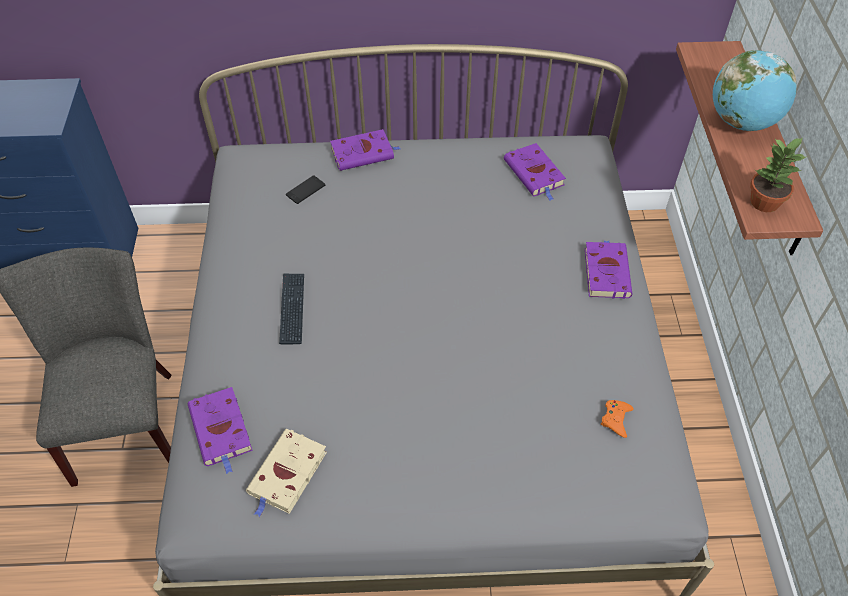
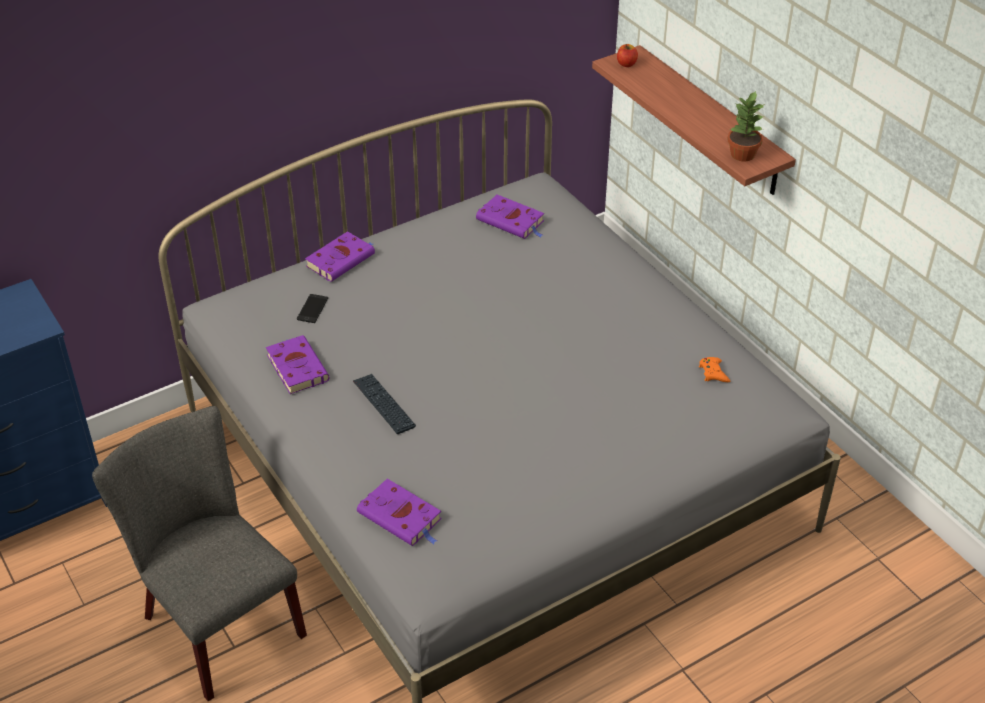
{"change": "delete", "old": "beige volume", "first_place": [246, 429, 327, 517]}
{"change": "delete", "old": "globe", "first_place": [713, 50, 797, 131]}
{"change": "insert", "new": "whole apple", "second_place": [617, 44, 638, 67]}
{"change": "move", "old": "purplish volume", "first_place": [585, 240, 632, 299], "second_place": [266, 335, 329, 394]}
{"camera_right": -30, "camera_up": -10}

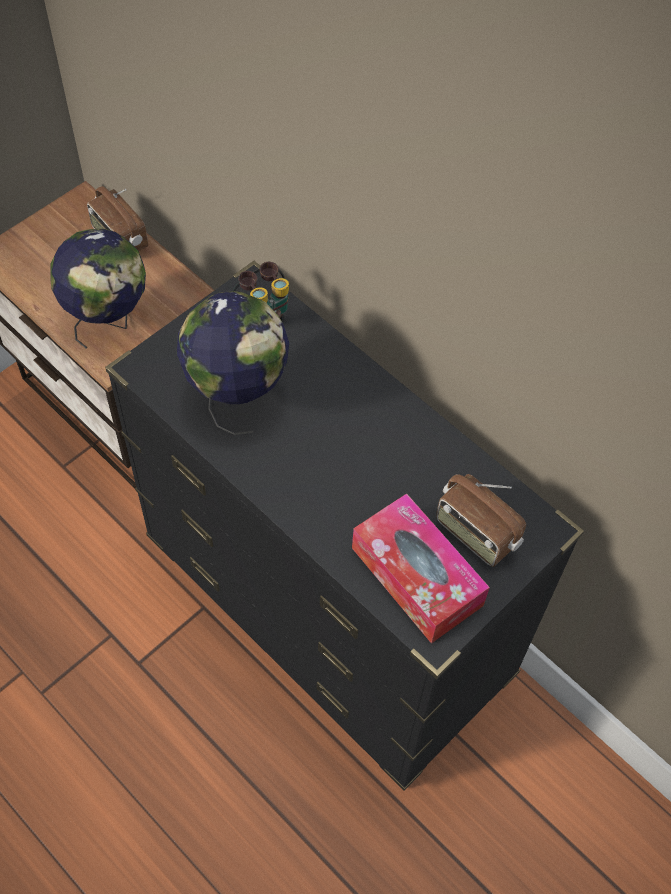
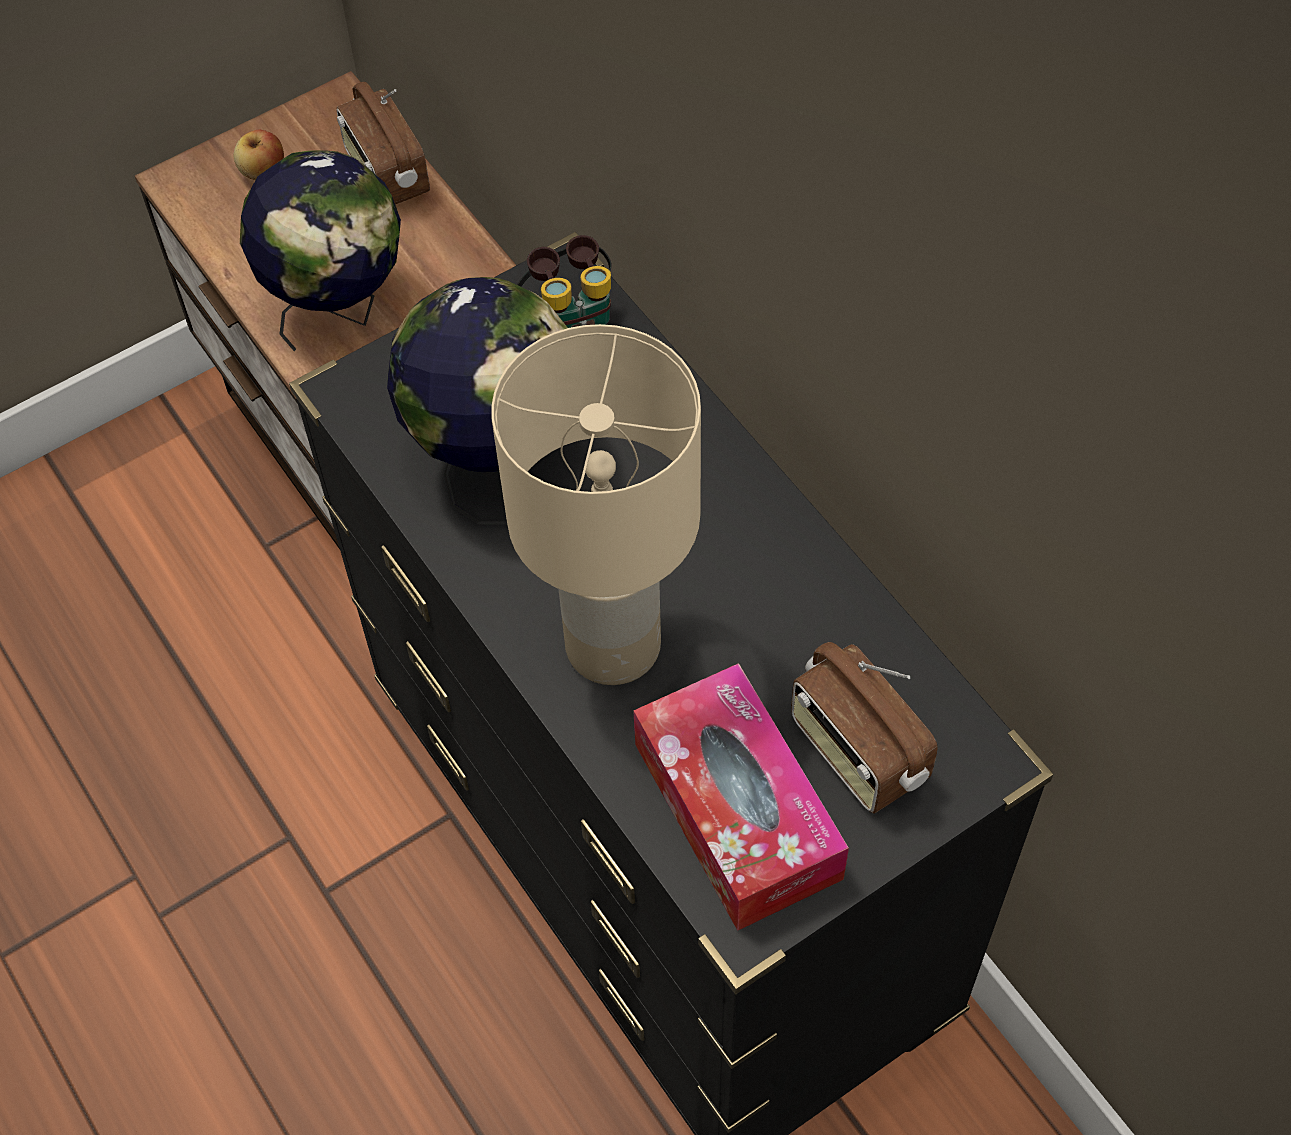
{"change": "insert", "new": "whole apple", "second_place": [234, 130, 284, 180]}
{"change": "insert", "new": "beige lamp for a table", "second_place": [491, 324, 701, 685]}
{"camera_right": 15, "camera_up": 0}

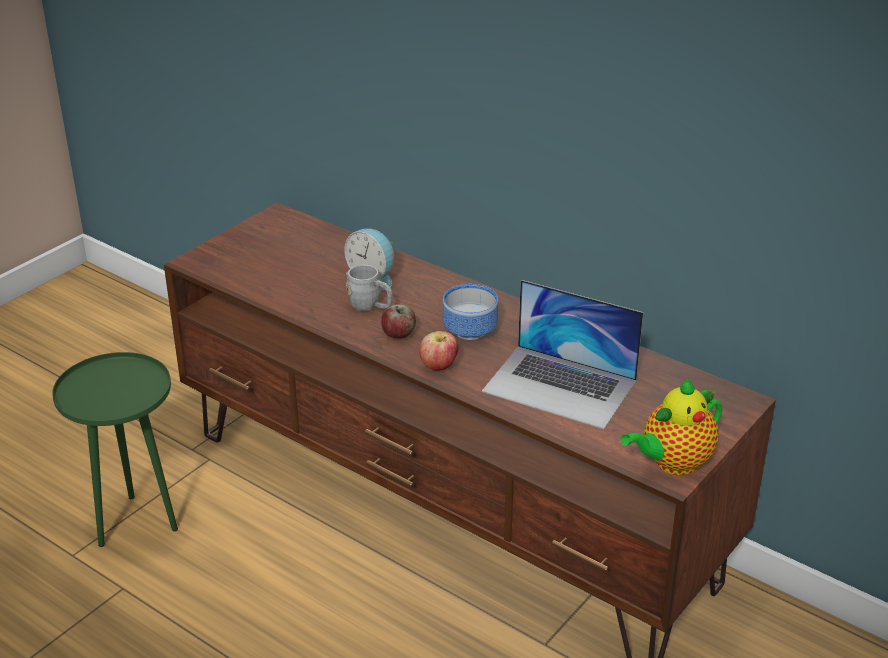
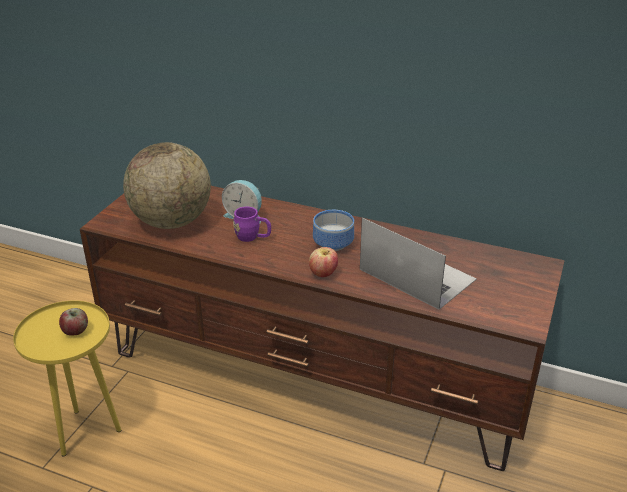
{"change": "delete", "old": "teapot", "first_place": [621, 379, 722, 475]}
{"change": "insert", "new": "globe", "second_place": [123, 142, 211, 229]}
{"change": "move", "old": "whole apple", "first_place": [381, 304, 416, 339], "second_place": [59, 308, 88, 336]}
{"change": "recolor", "old": "green-coloured end table", "new": "yellowish end table", "first_place": [52, 352, 178, 547], "second_place": [13, 301, 121, 456]}
{"change": "recolor", "old": "greyish tea mug", "new": "purplish tea mug", "first_place": [346, 264, 393, 311], "second_place": [233, 207, 271, 242]}
{"change": "rotate", "old": "portable computer", "first_place": [482, 280, 643, 429], "second_place": [360, 218, 477, 310], "degrees": -150}
{"camera_right": -15, "camera_up": 0}

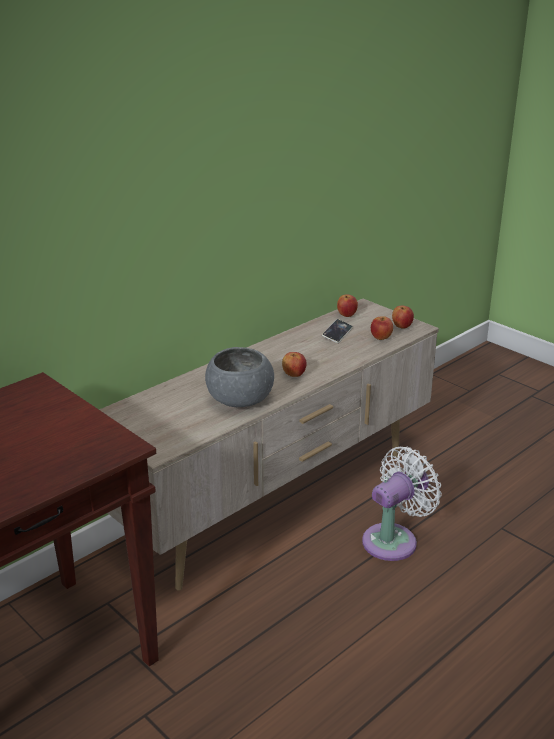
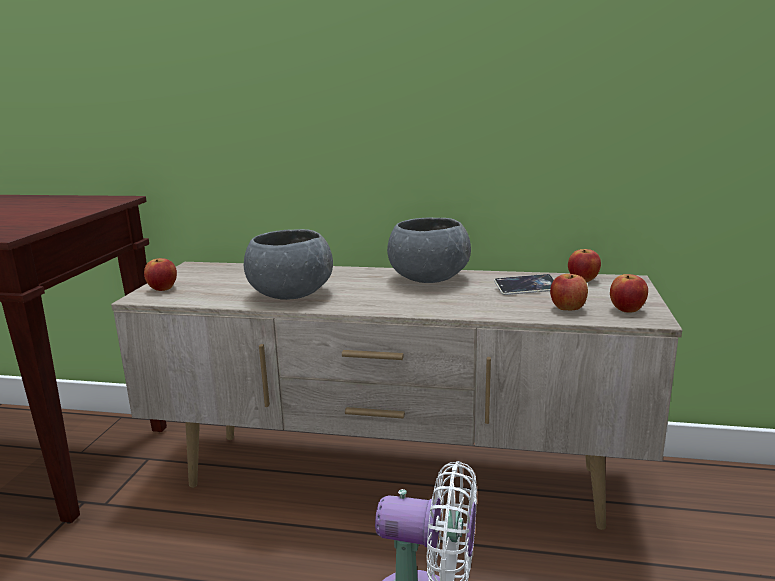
{"change": "insert", "new": "greyish serving bowl", "second_place": [387, 217, 471, 283]}
{"change": "move", "old": "whole apple", "first_place": [282, 352, 307, 377], "second_place": [144, 258, 177, 291]}
{"camera_right": 55, "camera_up": -10}

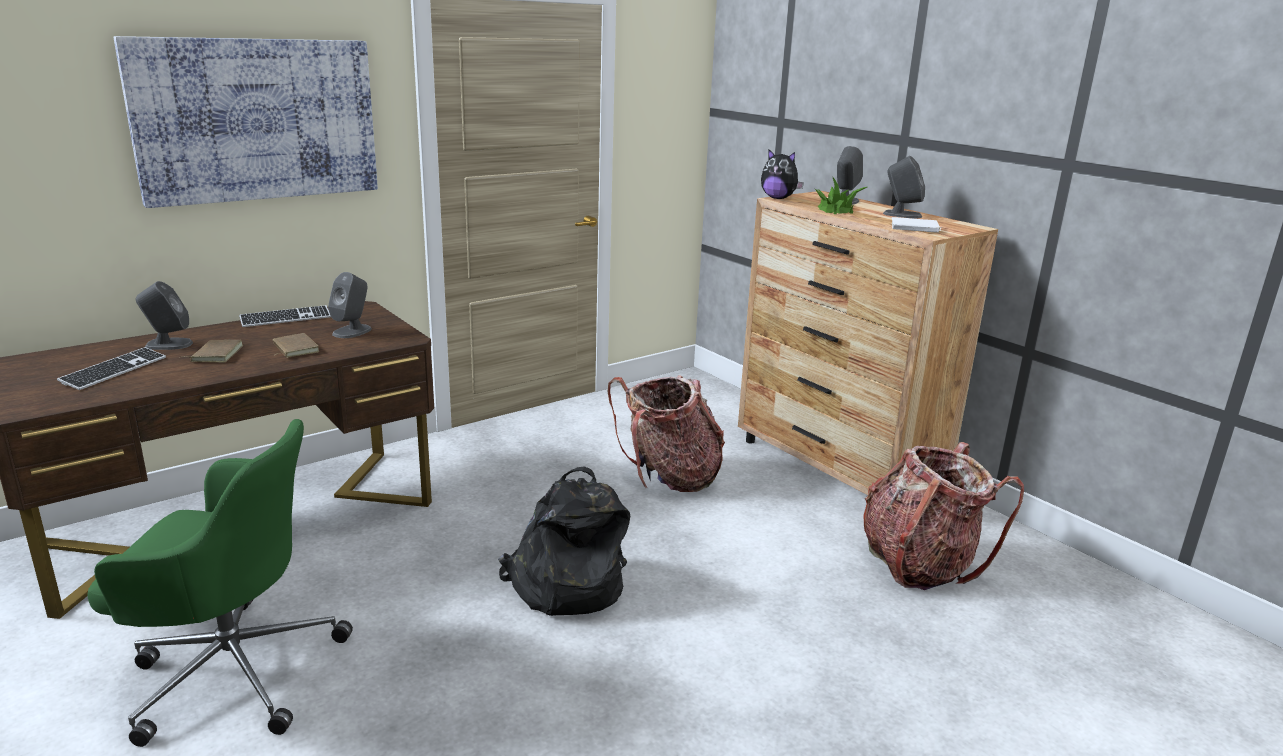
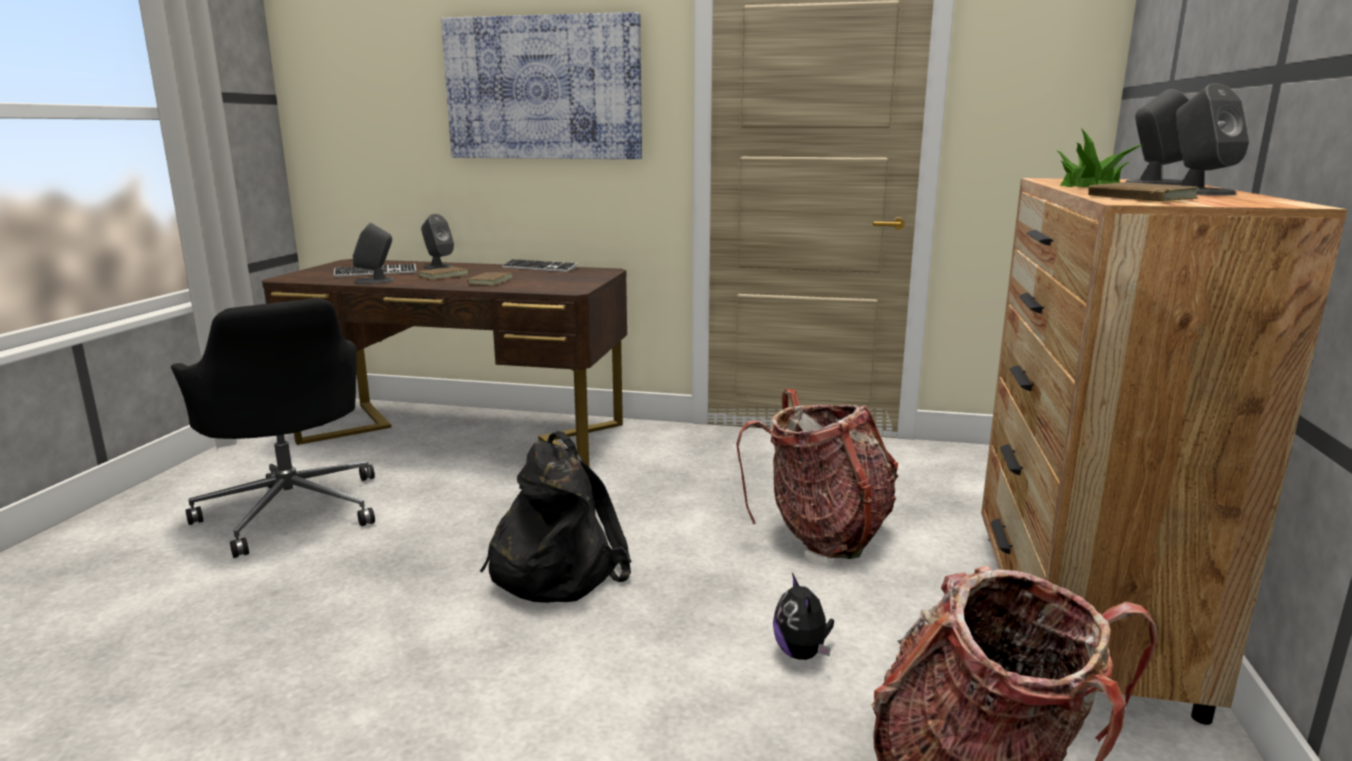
{"change": "move", "old": "greyish audio speaker", "first_place": [328, 272, 372, 338], "second_place": [353, 222, 395, 284]}
{"change": "move", "old": "soft toy", "first_place": [761, 150, 804, 199], "second_place": [773, 573, 834, 660]}
{"change": "recolor", "old": "green-coloured computer chair", "new": "black-coloured computer chair", "first_place": [87, 419, 353, 747], "second_place": [171, 298, 375, 558]}
{"change": "recolor", "old": "white volume", "new": "brownish volume", "first_place": [892, 217, 942, 233], "second_place": [1088, 182, 1199, 201]}
{"camera_right": 50, "camera_up": -5}

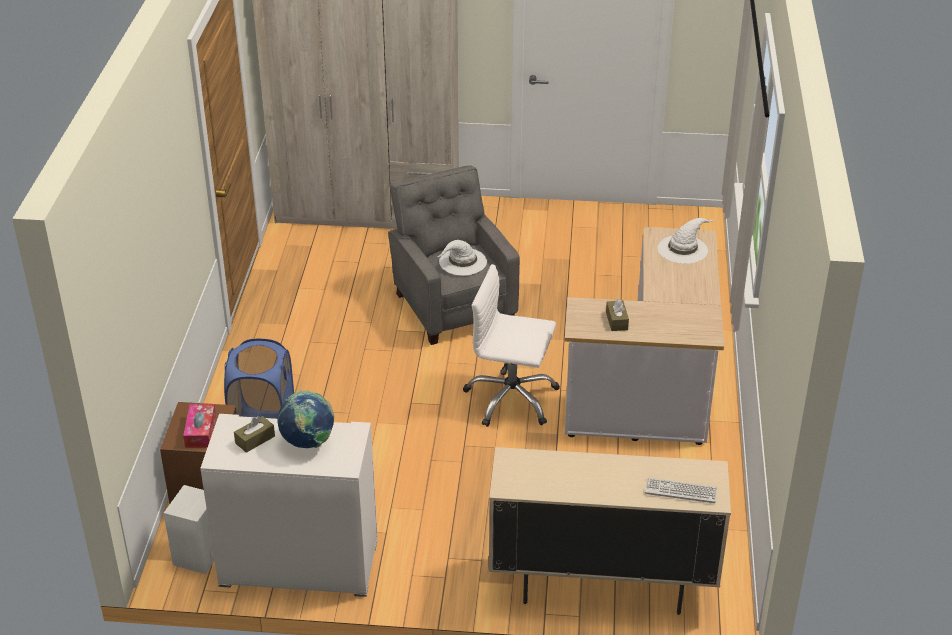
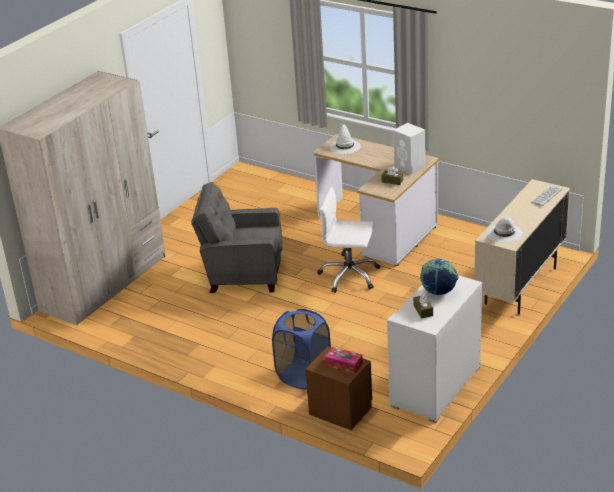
{"change": "move", "old": "white audio speaker", "first_place": [164, 485, 215, 574], "second_place": [393, 123, 426, 175]}
{"change": "move", "old": "white clothing hat", "first_place": [438, 240, 487, 275], "second_place": [486, 217, 523, 243]}
{"change": "rotate", "old": "white computer chair", "first_place": [463, 264, 560, 427], "second_place": [317, 187, 380, 293], "degrees": 60}
{"camera_right": -60, "camera_up": -5}

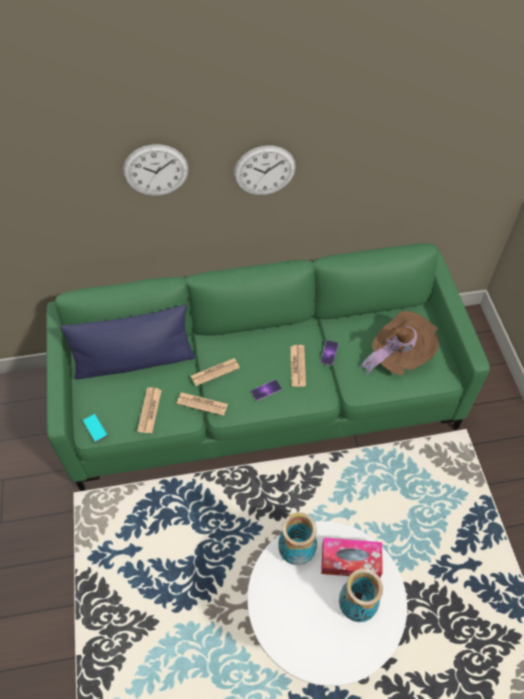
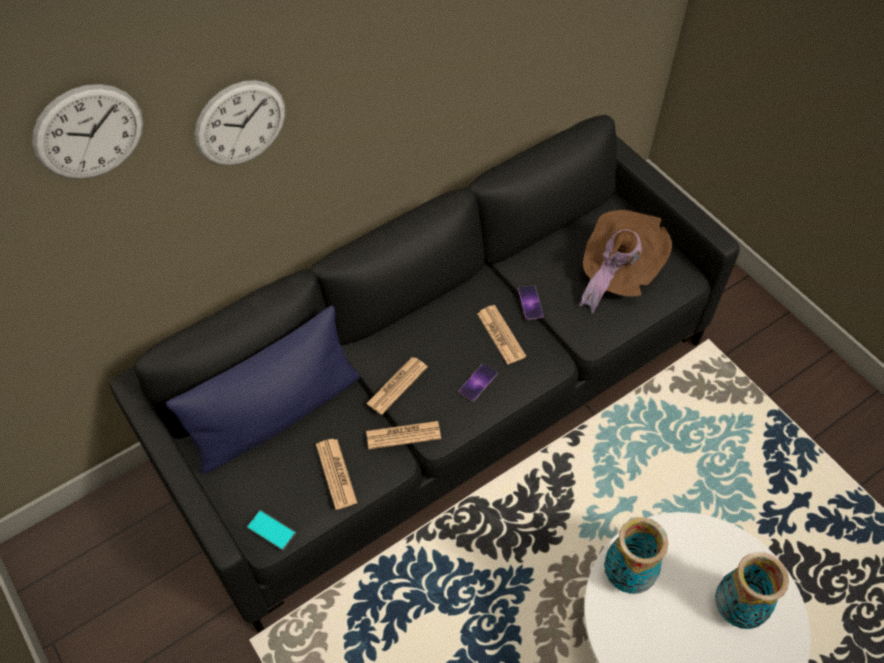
{"change": "delete", "old": "box of tissues", "first_place": [321, 537, 383, 577]}
{"change": "move", "old": "hanging clock", "first_place": [234, 146, 296, 195], "second_place": [32, 84, 143, 179]}
{"change": "recolor", "old": "green-coloured sofa", "new": "black-coloured sofa", "first_place": [46, 243, 490, 491], "second_place": [109, 115, 740, 633]}
{"camera_right": -25, "camera_up": 0}

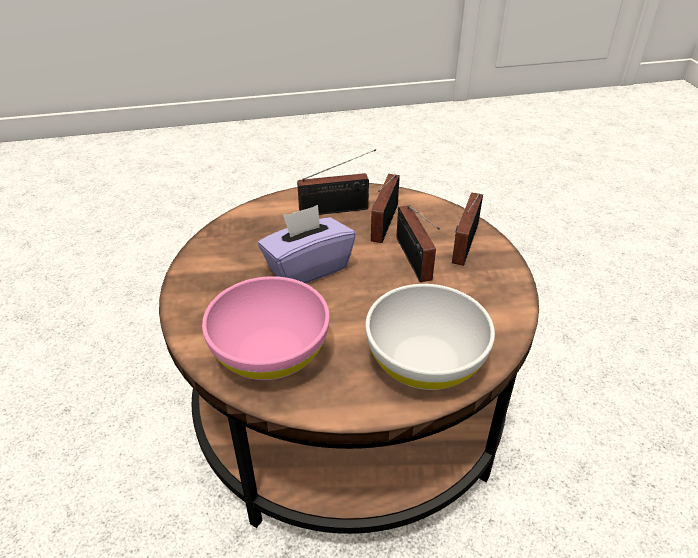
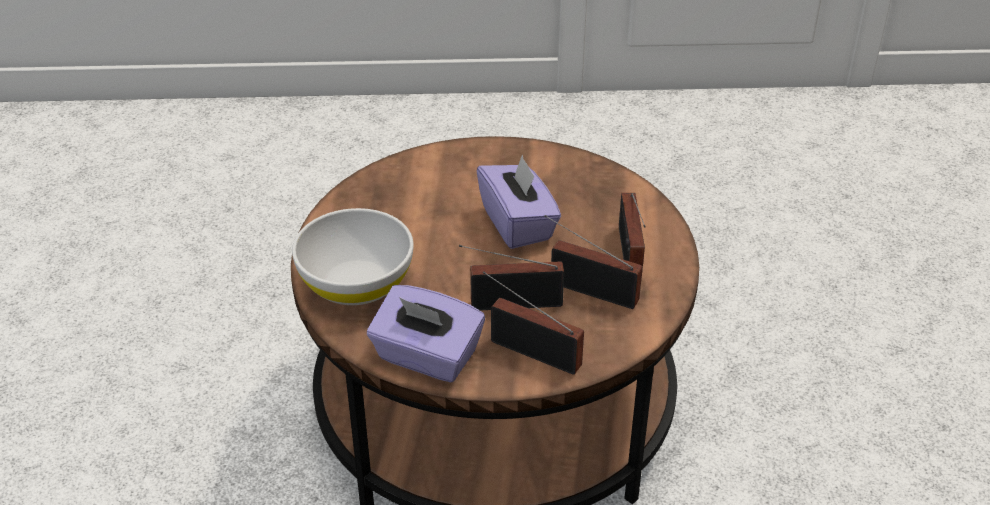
{"change": "delete", "old": "pink-coloured serving bowl", "first_place": [202, 276, 330, 380]}
{"change": "insert", "new": "purplish box of tissues", "second_place": [367, 285, 485, 382]}
{"camera_right": 100, "camera_up": 0}

